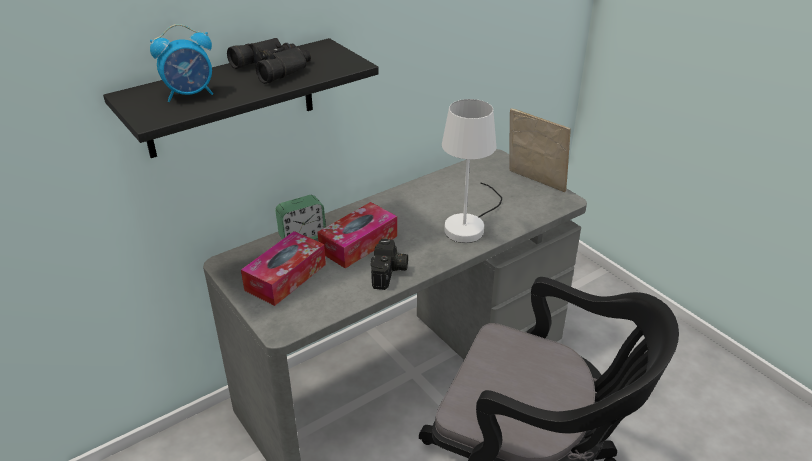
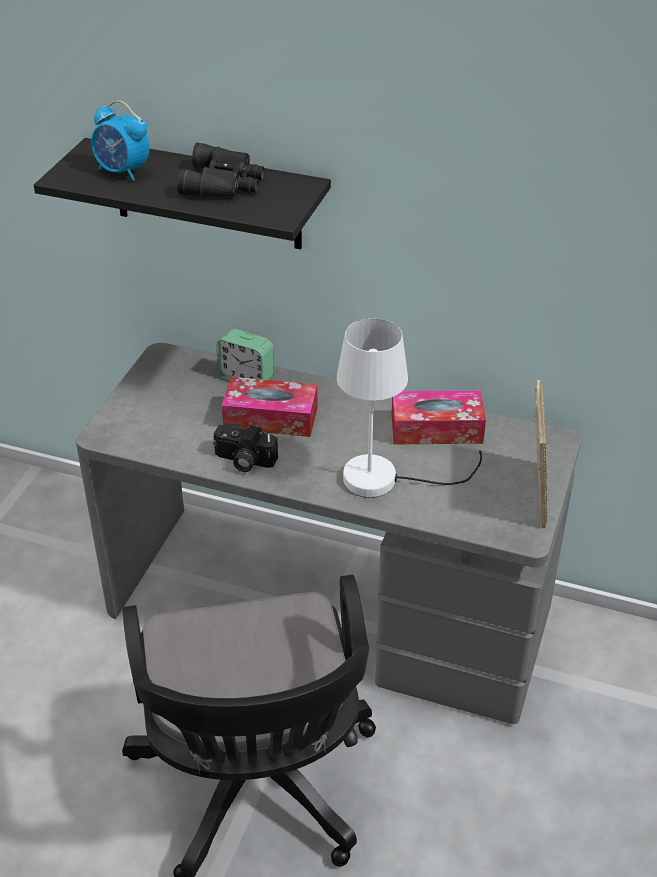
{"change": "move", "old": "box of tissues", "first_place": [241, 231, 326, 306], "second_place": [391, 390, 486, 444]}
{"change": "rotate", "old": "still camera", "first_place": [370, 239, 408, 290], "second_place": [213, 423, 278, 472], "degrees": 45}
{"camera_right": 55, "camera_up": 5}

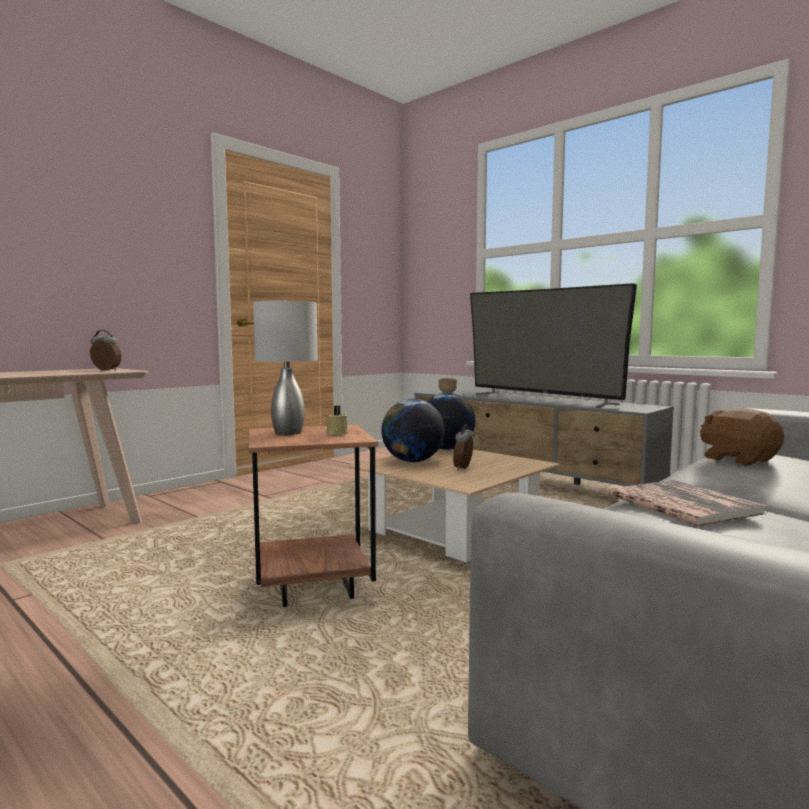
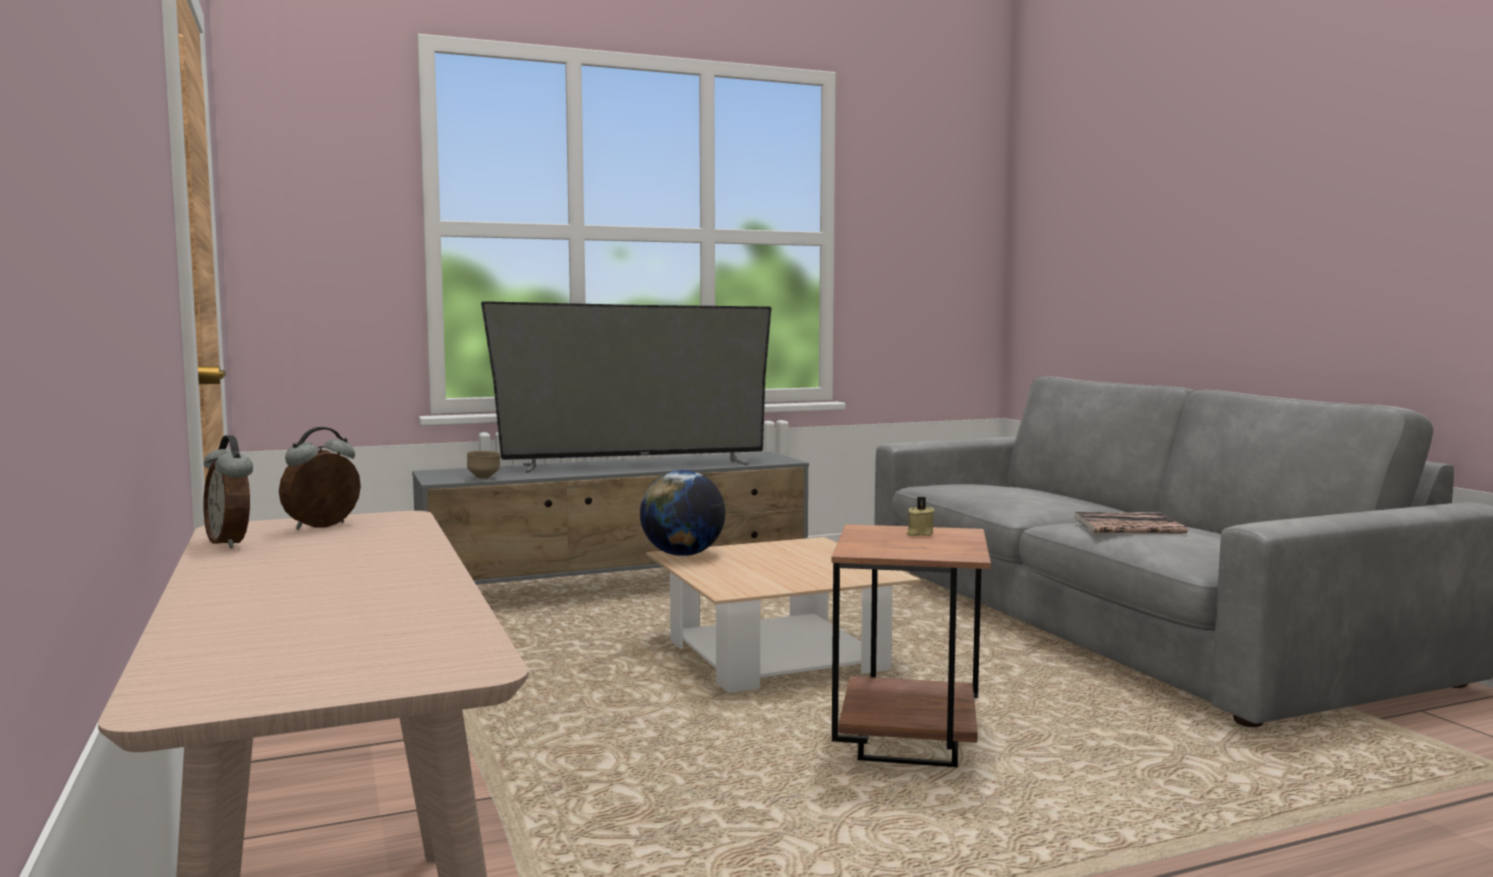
{"change": "delete", "old": "greyish lamp for a table", "first_place": [253, 300, 318, 435]}
{"change": "delete", "old": "globe", "first_place": [381, 399, 445, 462]}
{"change": "delete", "old": "brownish soft toy", "first_place": [700, 408, 784, 466]}
{"change": "move", "old": "alarm clock", "first_place": [453, 424, 475, 470], "second_place": [203, 435, 253, 548]}
{"camera_right": -65, "camera_up": 0}

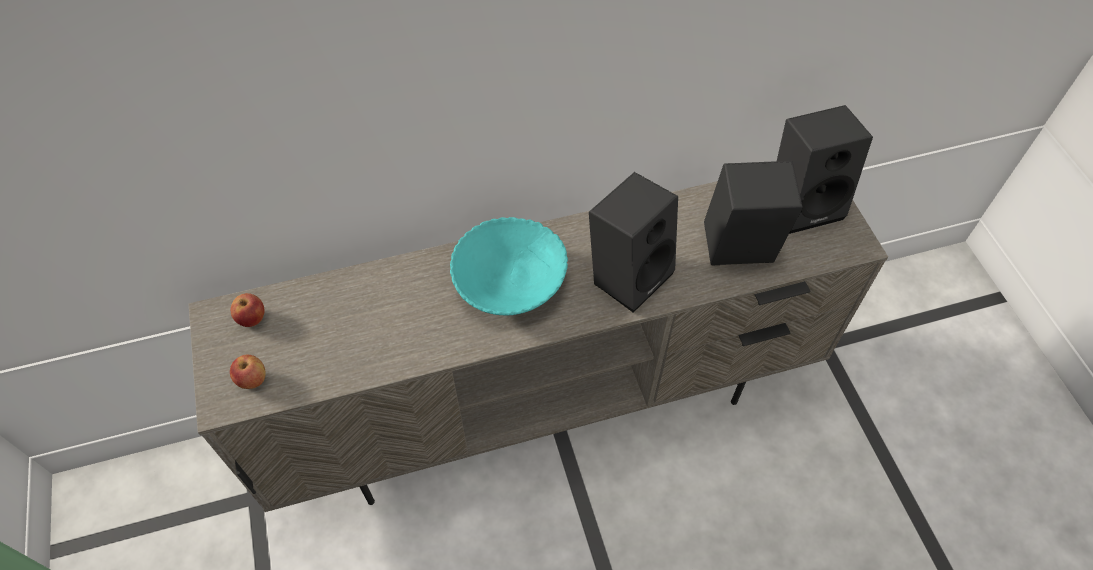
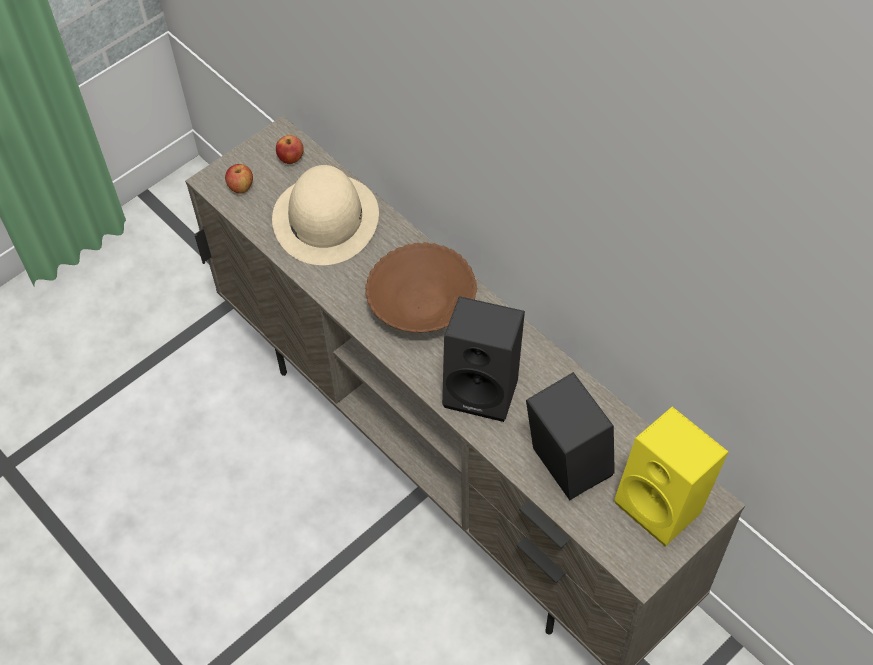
{"change": "insert", "new": "beige clothing hat", "second_place": [272, 165, 379, 265]}
{"change": "recolor", "old": "turquoise-coloured serving bowl", "new": "brownish serving bowl", "first_place": [450, 217, 568, 315], "second_place": [365, 242, 477, 333]}
{"change": "recolor", "old": "black-coloured audio speaker", "new": "yellowish audio speaker", "first_place": [777, 105, 873, 234], "second_place": [614, 407, 728, 546]}
{"camera_right": 65, "camera_up": 0}

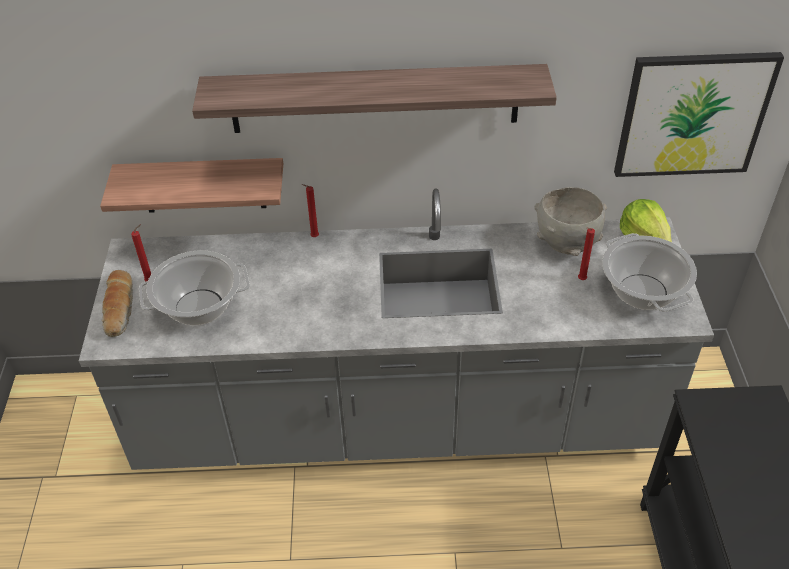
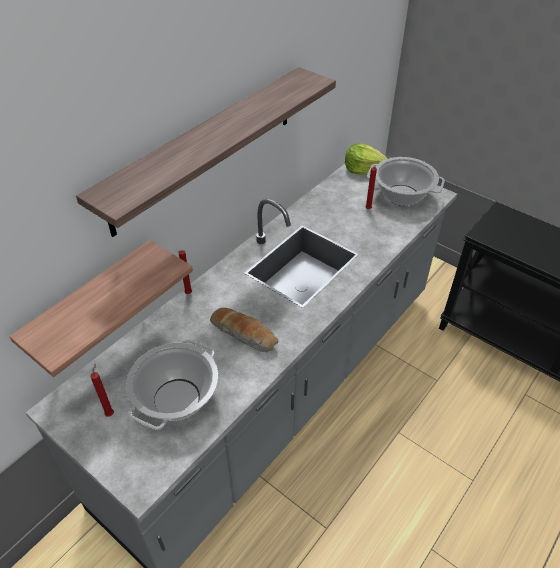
{"change": "delete", "old": "greyish serving bowl", "first_place": [534, 187, 607, 256]}
{"change": "delete", "old": "picture", "first_place": [614, 52, 784, 177]}
{"change": "move", "old": "bakery bread", "first_place": [102, 270, 133, 337], "second_place": [210, 307, 278, 352]}
{"camera_right": -50, "camera_up": 0}

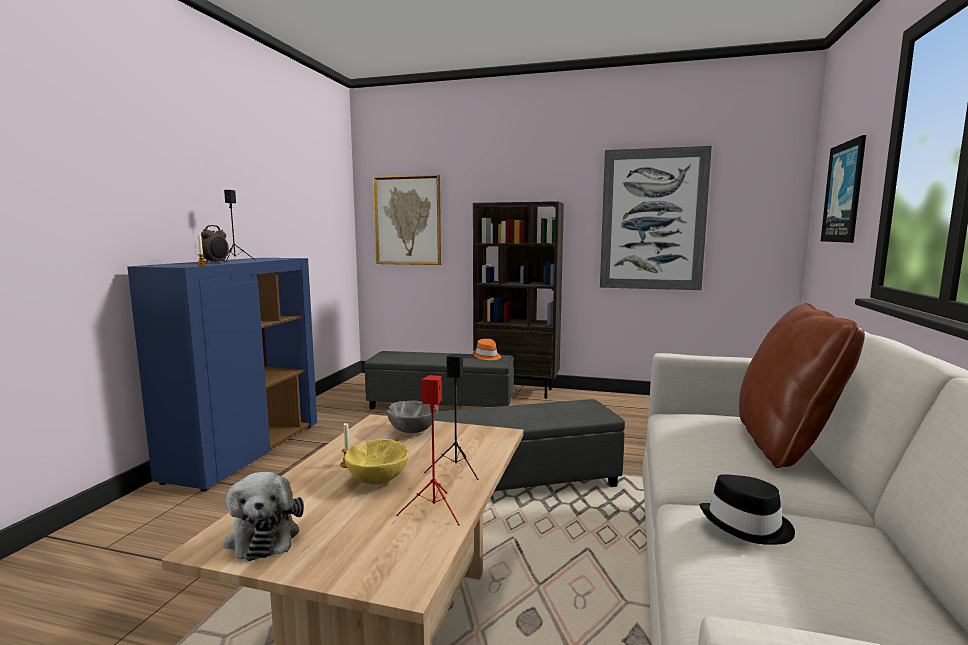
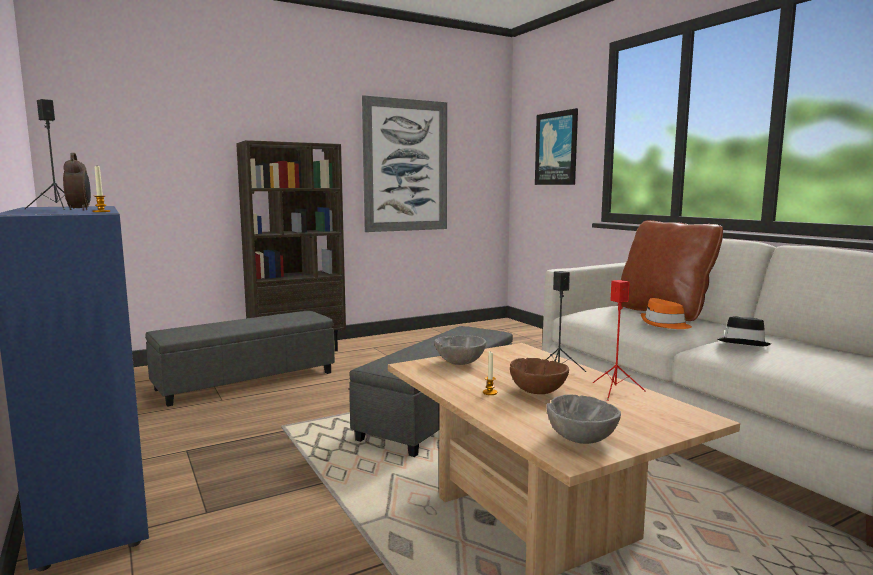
{"change": "delete", "old": "picture", "first_place": [373, 175, 441, 265]}
{"change": "move", "old": "orange-coloured clothing hat", "first_place": [473, 339, 501, 360], "second_place": [641, 298, 692, 329]}
{"change": "replace", "old": "soft toy", "new": "greyish serving bowl", "first_place": [223, 472, 304, 561], "second_place": [546, 394, 621, 444]}
{"change": "recolor", "old": "yellowish serving bowl", "new": "brownish serving bowl", "first_place": [344, 439, 409, 484], "second_place": [510, 358, 569, 394]}
{"camera_right": -45, "camera_up": 0}

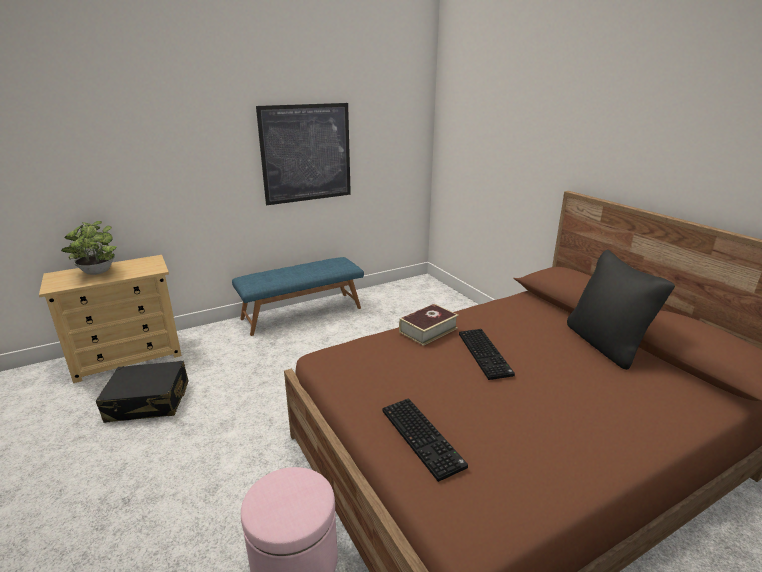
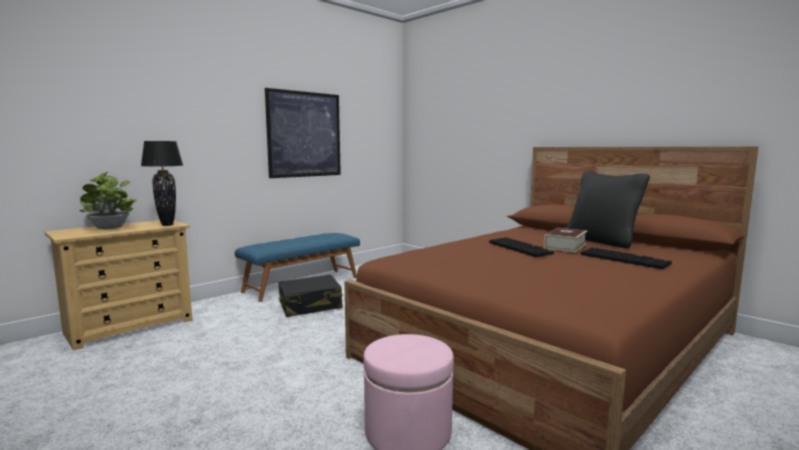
{"change": "insert", "new": "black-coloured lamp for a table", "second_place": [141, 141, 183, 226]}
{"change": "move", "old": "black-coloured travel case", "first_place": [96, 361, 188, 423], "second_place": [278, 275, 343, 317]}
{"change": "move", "old": "keyboard", "first_place": [382, 398, 468, 482], "second_place": [581, 247, 672, 269]}
{"change": "move", "old": "volume", "first_place": [399, 304, 459, 346], "second_place": [544, 228, 588, 252]}
{"camera_right": -15, "camera_up": -15}

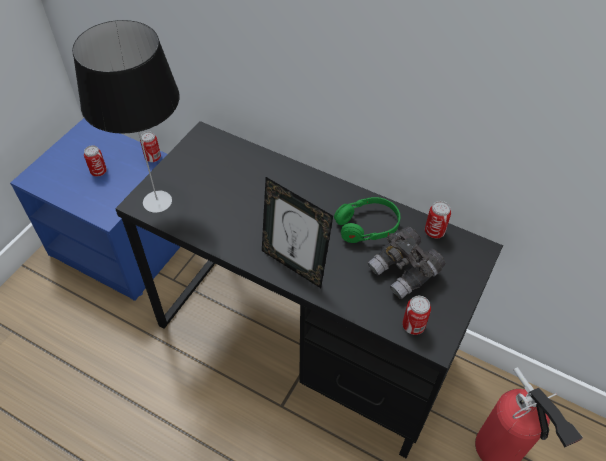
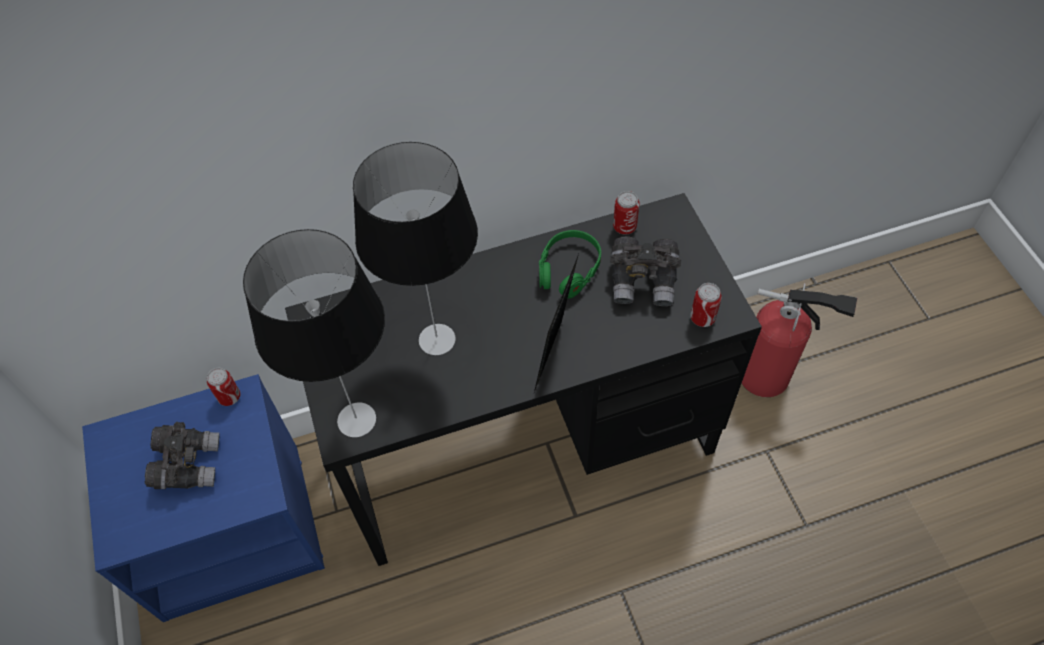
{"change": "insert", "new": "lamp for a table", "second_place": [353, 142, 478, 355]}
{"change": "replace", "old": "metal can", "new": "greyish binoculars", "first_place": [84, 145, 107, 176], "second_place": [145, 422, 220, 489]}
{"change": "rotate", "old": "picture frame", "first_place": [262, 177, 333, 288], "second_place": [534, 254, 579, 392], "degrees": 120}
{"camera_right": -45, "camera_up": 5}

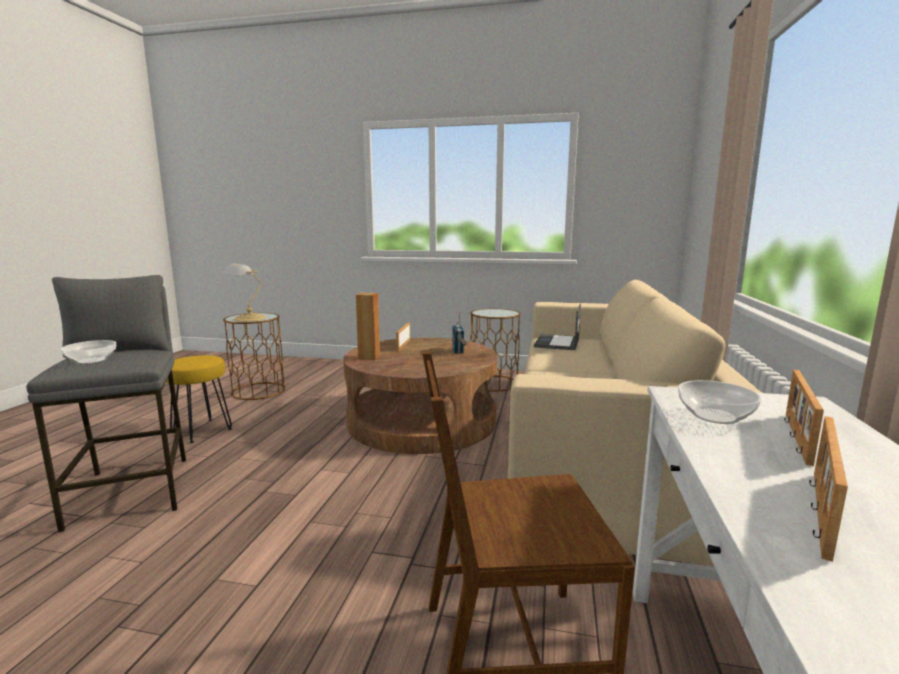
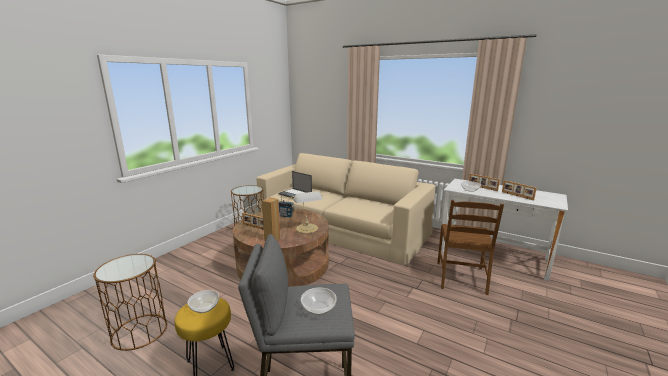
{"change": "insert", "new": "serving bowl", "second_place": [187, 290, 219, 313]}
{"change": "move", "old": "lamp for a table", "first_place": [223, 263, 266, 322], "second_place": [291, 191, 323, 233]}
{"camera_right": -70, "camera_up": 5}

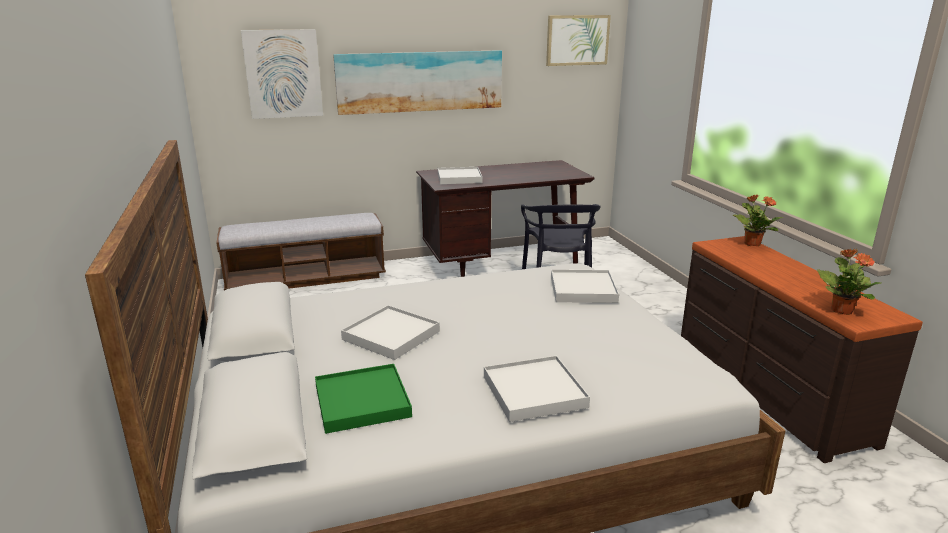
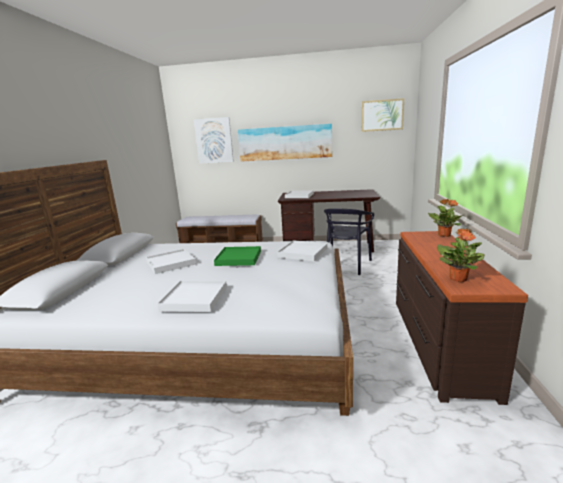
{"change": "move", "old": "green-coloured carrying tray", "first_place": [315, 364, 412, 434], "second_place": [214, 246, 261, 266]}
{"camera_right": 25, "camera_up": -5}

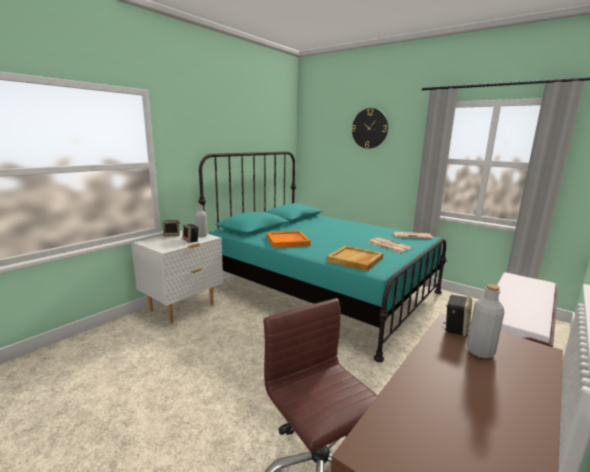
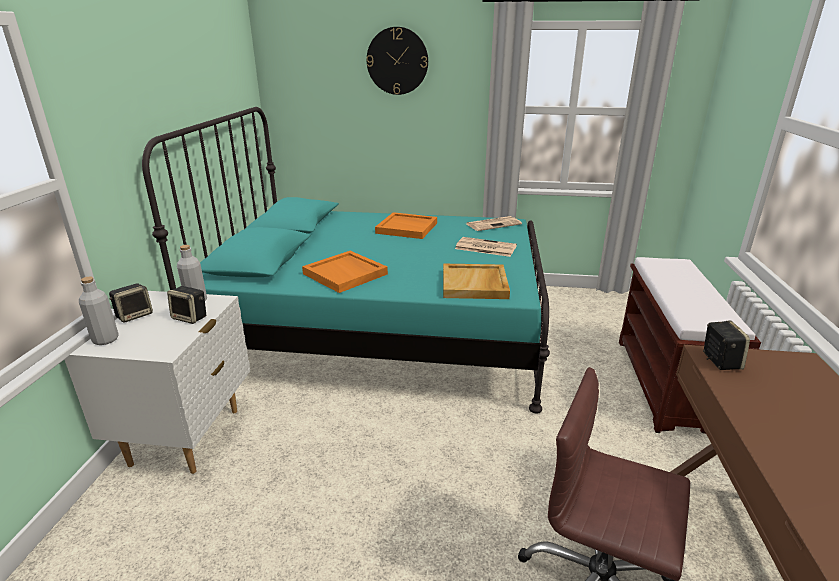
{"change": "insert", "new": "orange-coloured carrying tray", "second_place": [375, 212, 437, 239]}
{"change": "move", "old": "greyish beverage bottle", "first_place": [467, 284, 504, 358], "second_place": [79, 277, 119, 345]}
{"camera_right": -30, "camera_up": 10}

